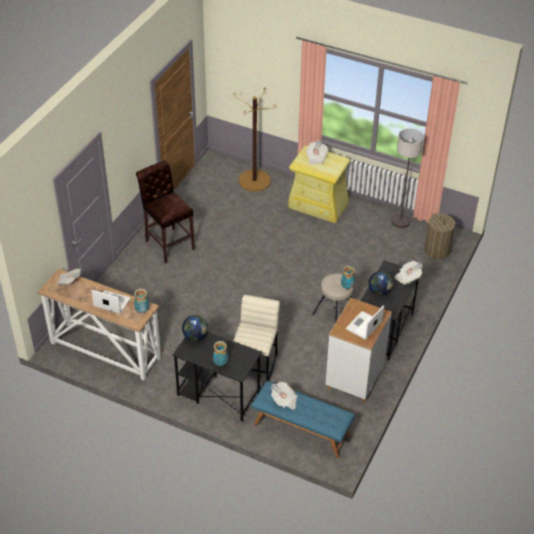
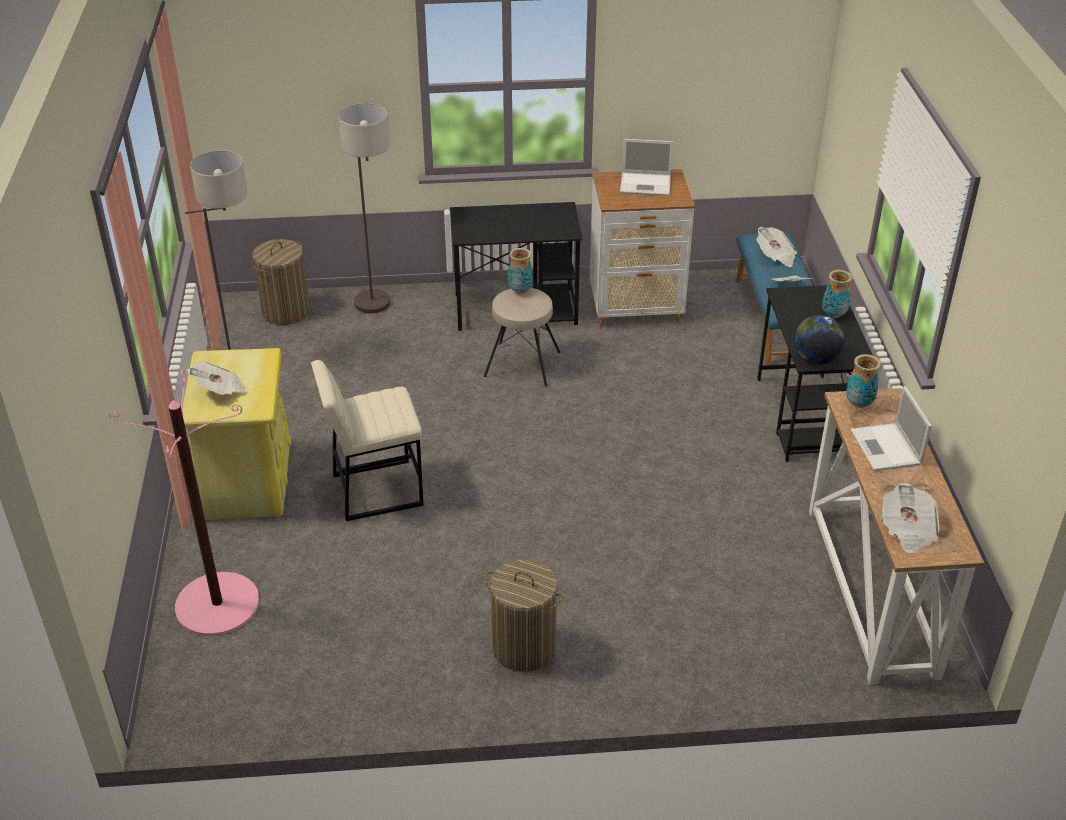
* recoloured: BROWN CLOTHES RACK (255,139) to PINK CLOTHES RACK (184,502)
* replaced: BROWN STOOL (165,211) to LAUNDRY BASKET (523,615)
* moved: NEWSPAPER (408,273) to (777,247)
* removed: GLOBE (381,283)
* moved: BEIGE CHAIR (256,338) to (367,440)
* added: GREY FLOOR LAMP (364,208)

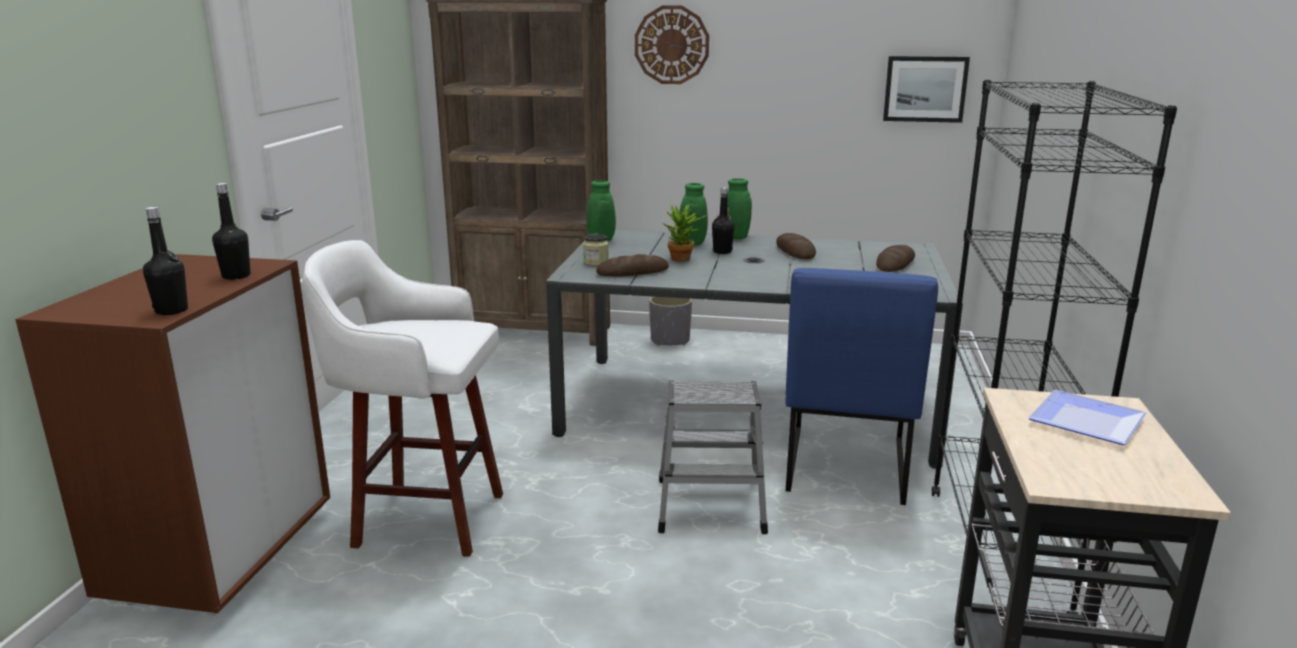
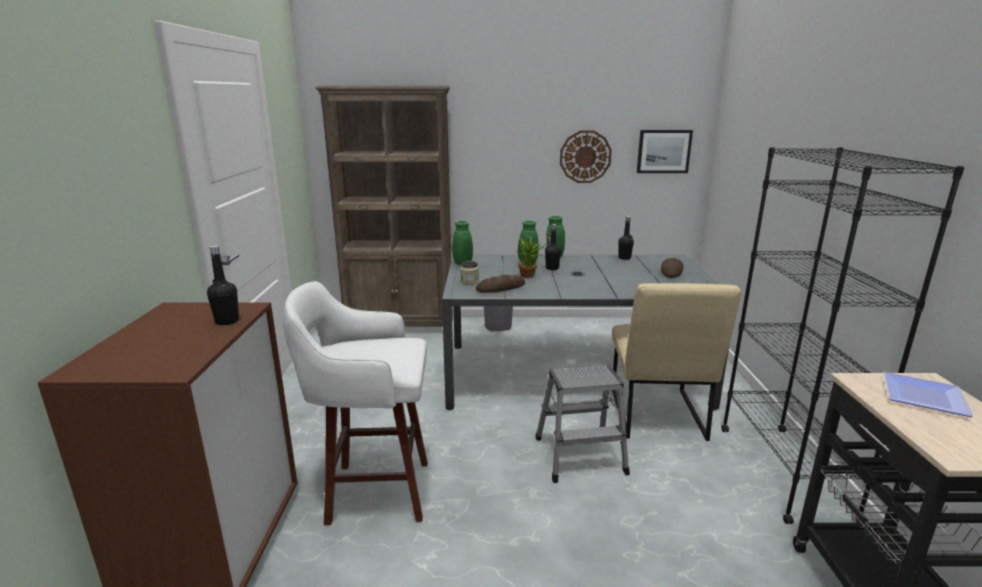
* moved: WALL CLOCK (672,45) to (586,157)
* moved: BLACK BOTTLE (165,261) to (626,238)
* removed: BREAD (796,246)
* recoloured: BLUE CHAIR (861,386) to BEIGE CHAIR (676,362)

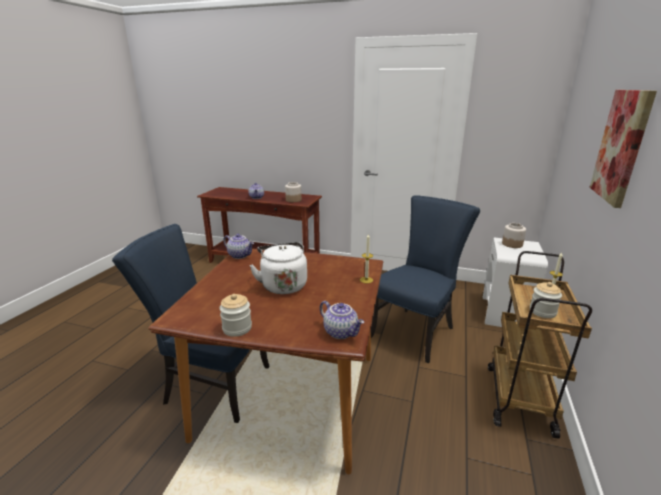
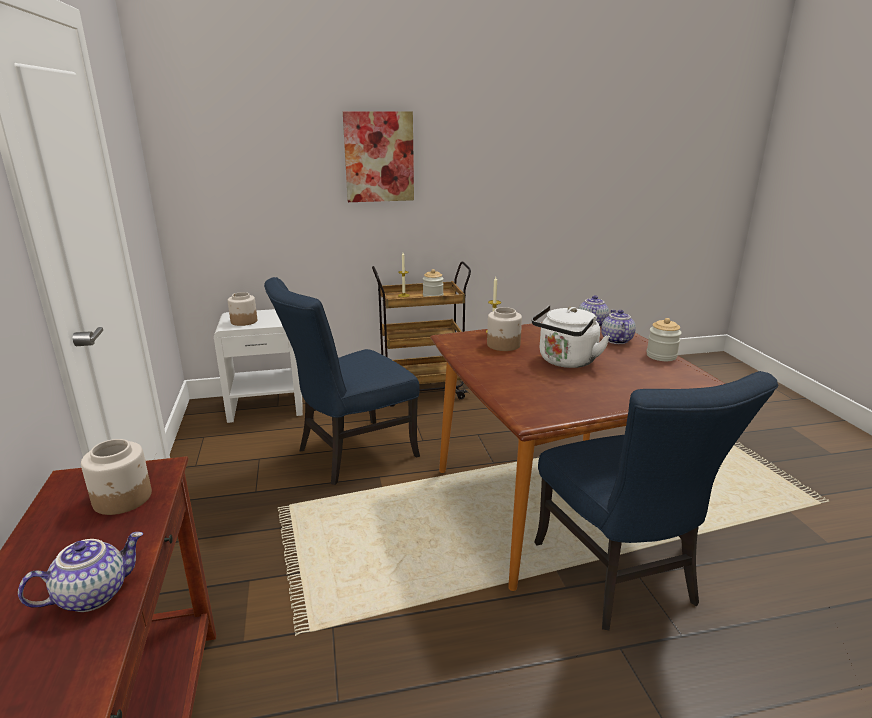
* turned: BLUE CHAIR (425,279) = (342,381) 45 degrees counterclockwise
* moved: TEAPOT (238,246) to (618,327)
* added: JAR (504,329)

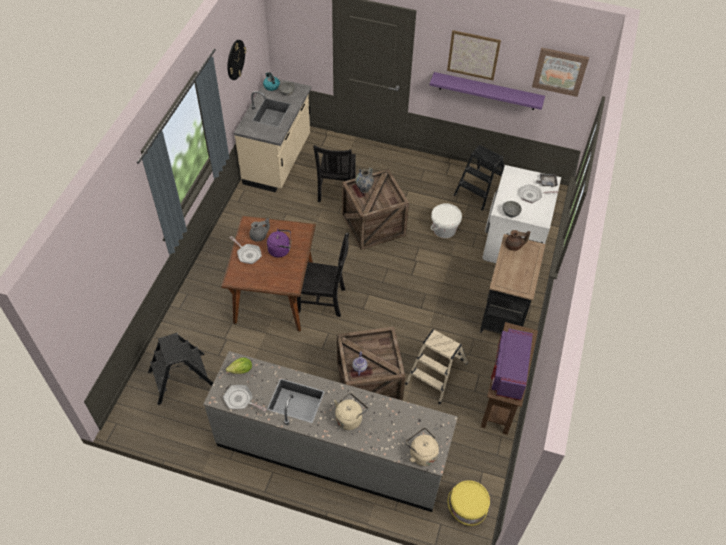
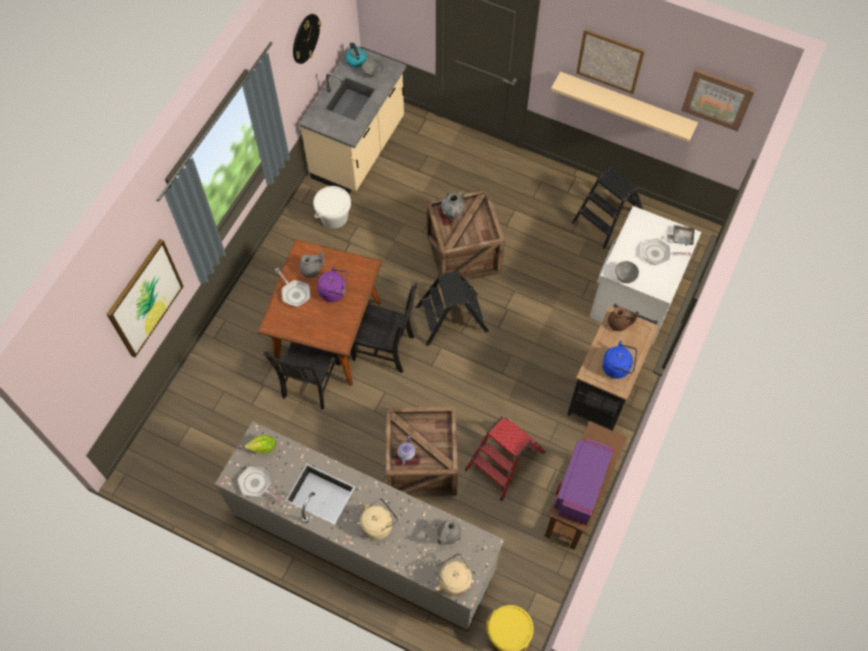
* recoloured: PURPLE SHELF (487,91) to BEIGE SHELF (624,106)
* moved: BLACK CHAIR (334,173) to (302,375)
* moved: WHITE BUCKET (446,220) to (332,207)
* recoloured: BEIGE STEP LADDER (436,366) to RED STEP LADDER (505,458)
* moved: BLACK STEP LADDER (181,369) to (452,308)
* added: PICTURE (145,298)
* added: BLUE KETTLE (619,360)
* added: GREY TEAPOT (449,532)

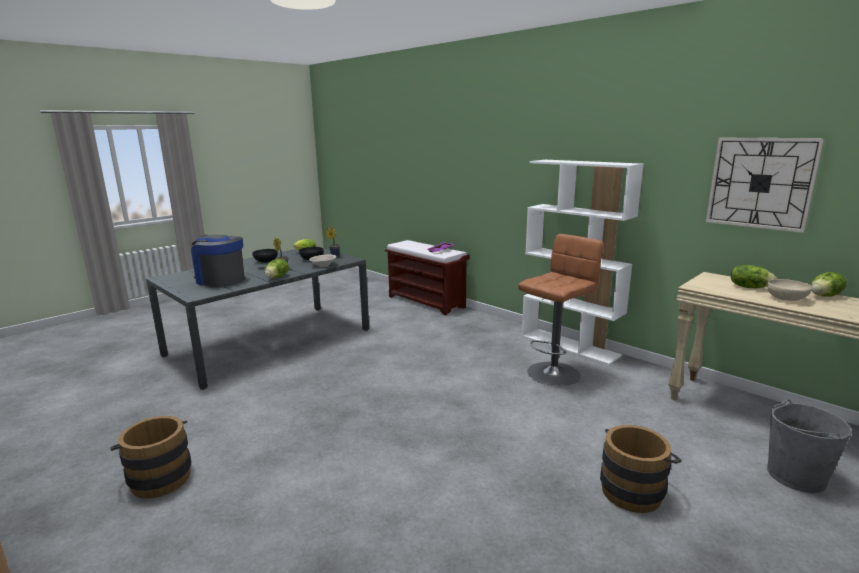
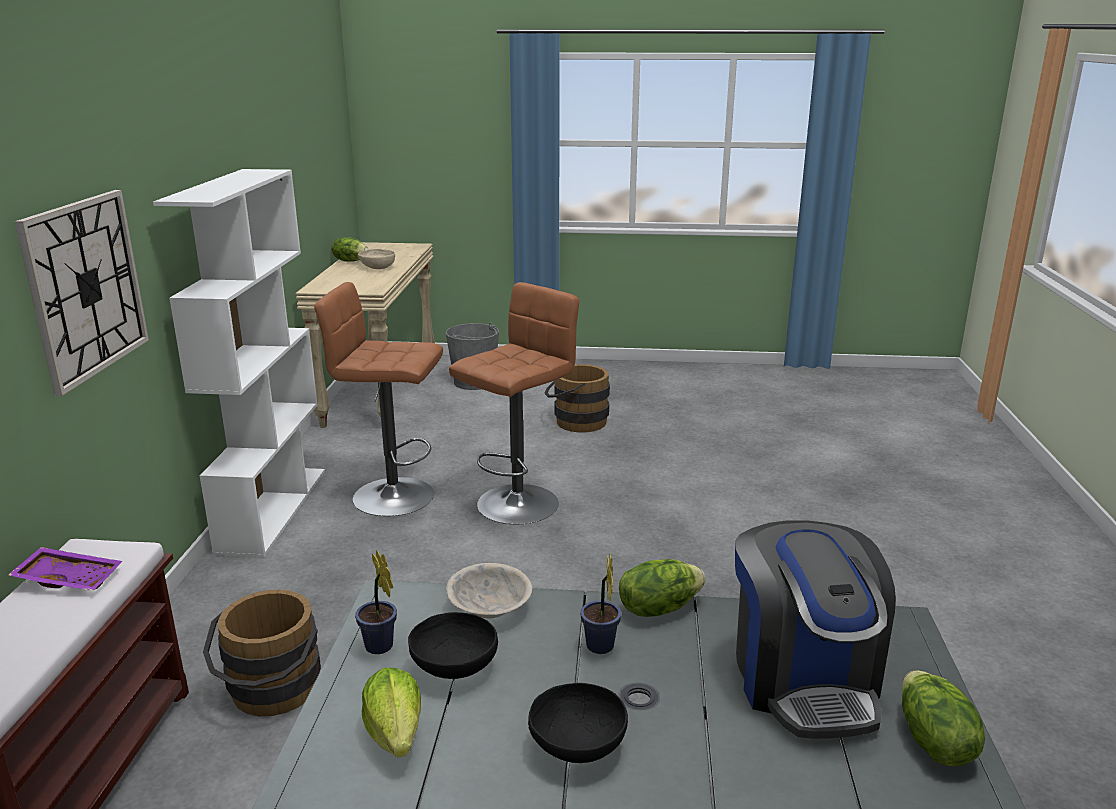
* moved: WALL CLOCK (765,185) to (82,293)
* moved: LETTUCE (754,276) to (943,718)
* moved: BROWN BUCKET (150,457) to (262,653)
* added: BROWN STOOL (514,403)

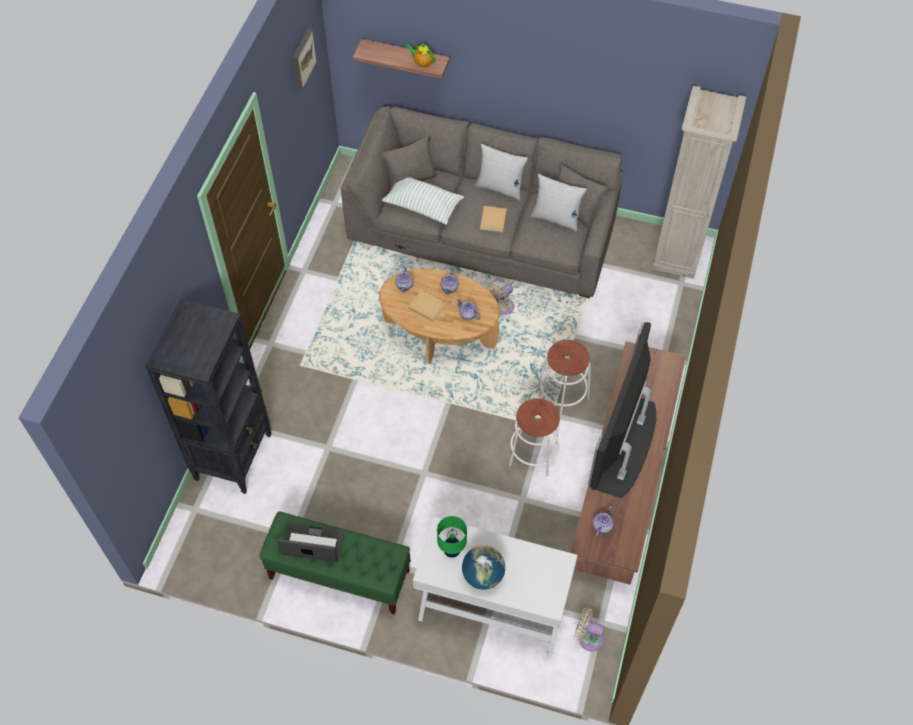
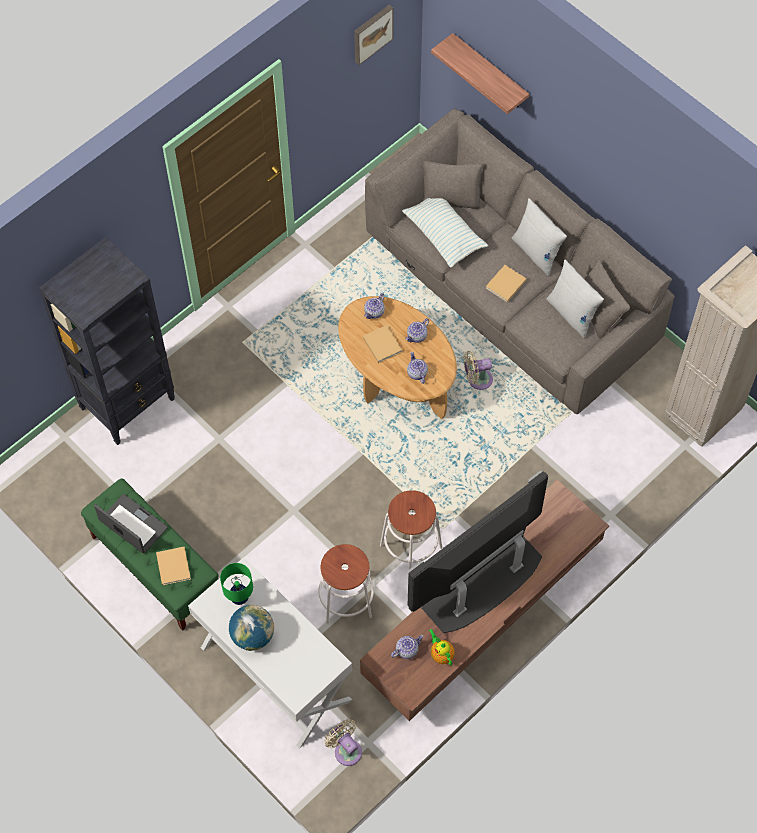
* moved: TEAPOT (420,55) to (442,647)
* moved: WHITE STOOL (563,380) to (346,583)
* added: BEIGE BOOK (173,566)

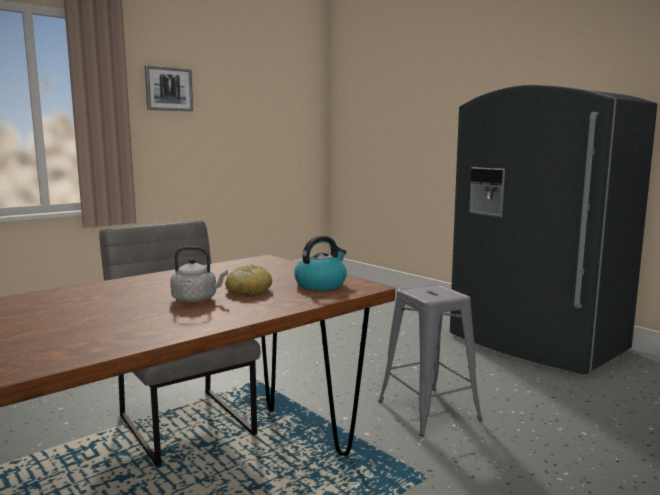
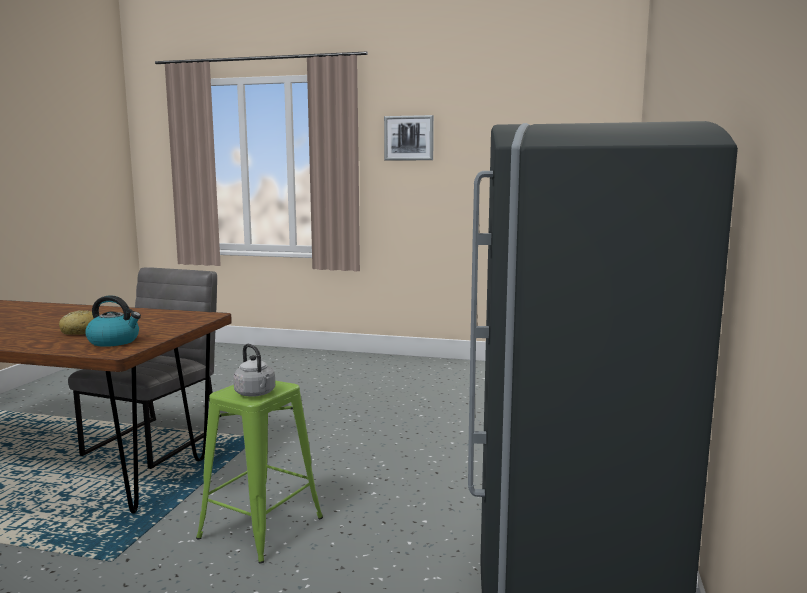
* moved: GREY KETTLE (199,274) to (254,370)
* recoloured: GREY STOOL (431,360) to GREEN STOOL (259,472)

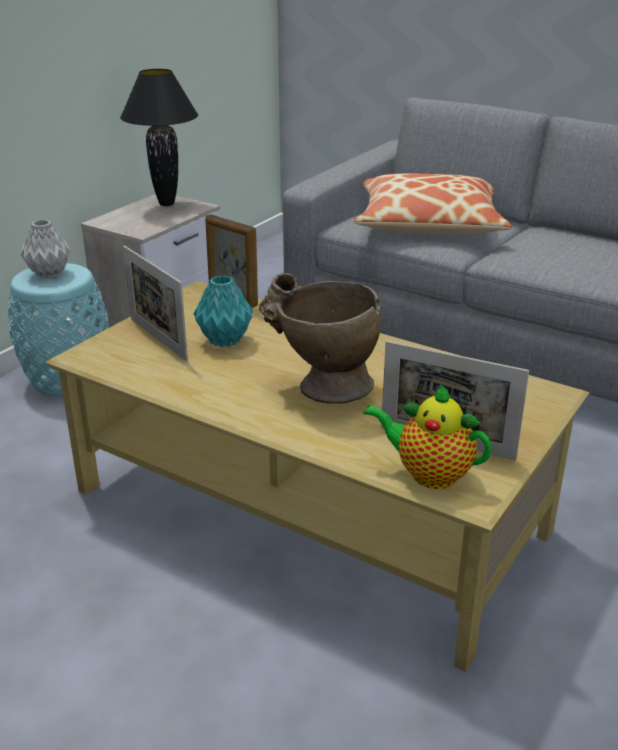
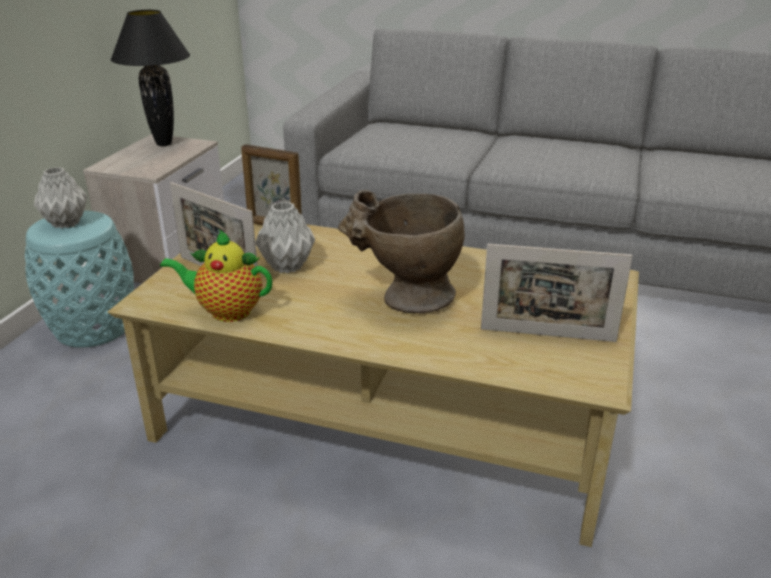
* removed: PILLOW (433,203)
* recoloured: TURQUOISE VASE (223,311) to GREY VASE (285,237)
* moved: TEAPOT (427,436) to (216,275)

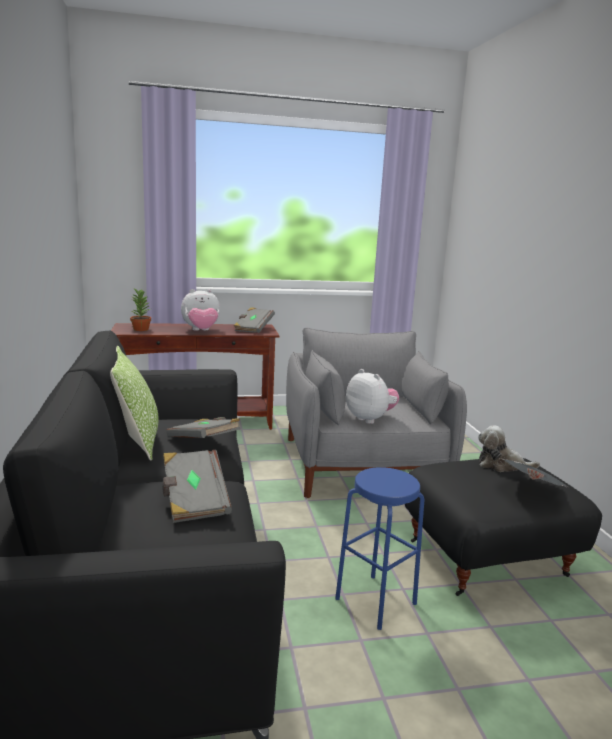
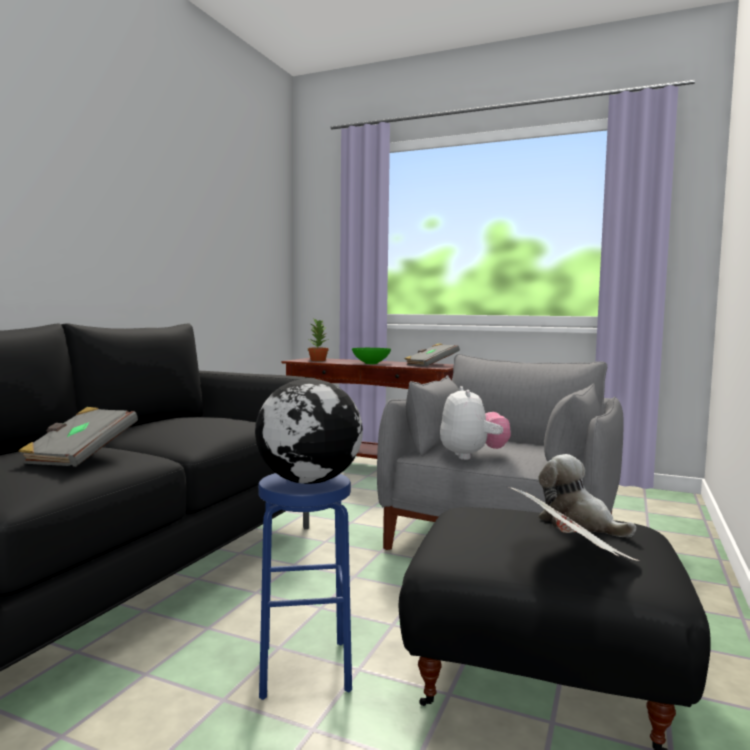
* replaced: PLUSH TOY (200,310) to GREEN BOWL (371,356)
* removed: PILLOW (134,403)
* removed: GREY BOOK (204,427)
* added: GLOBE (309,431)

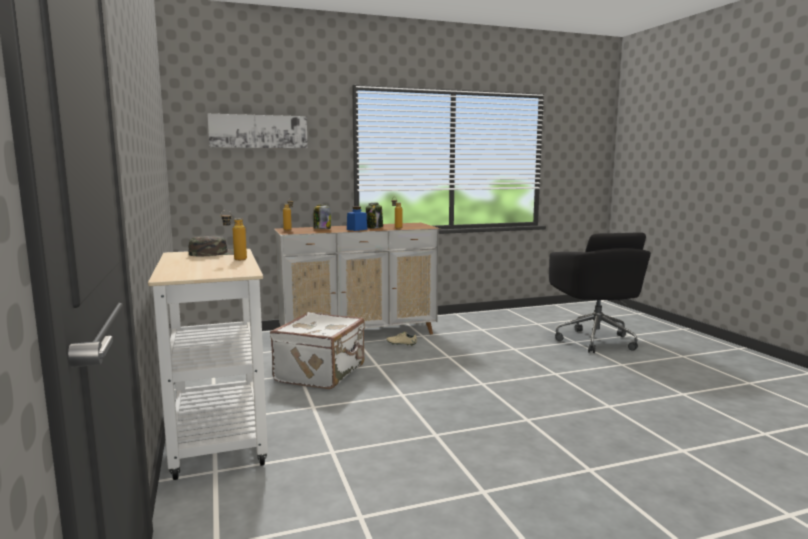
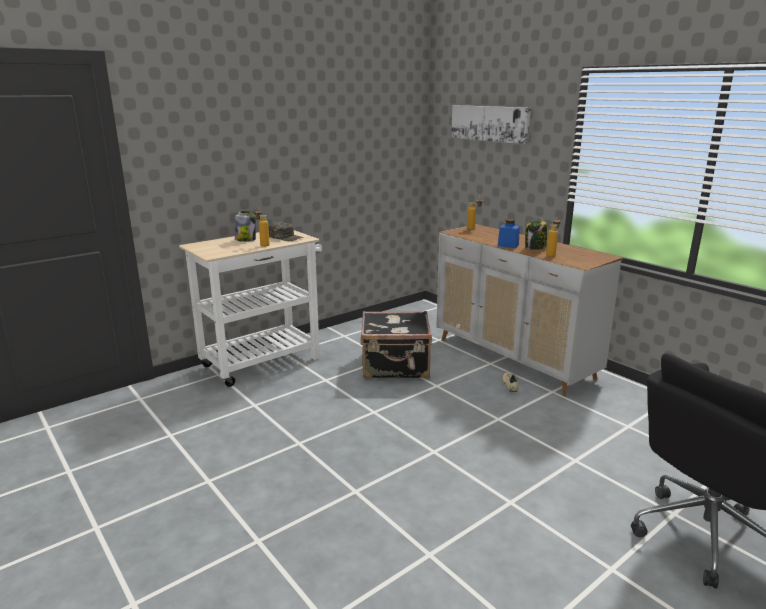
* moved: JAR (322,216) to (245,226)
* recoloured: WHITE SUITCASE (317,350) to BLACK SUITCASE (396,344)

